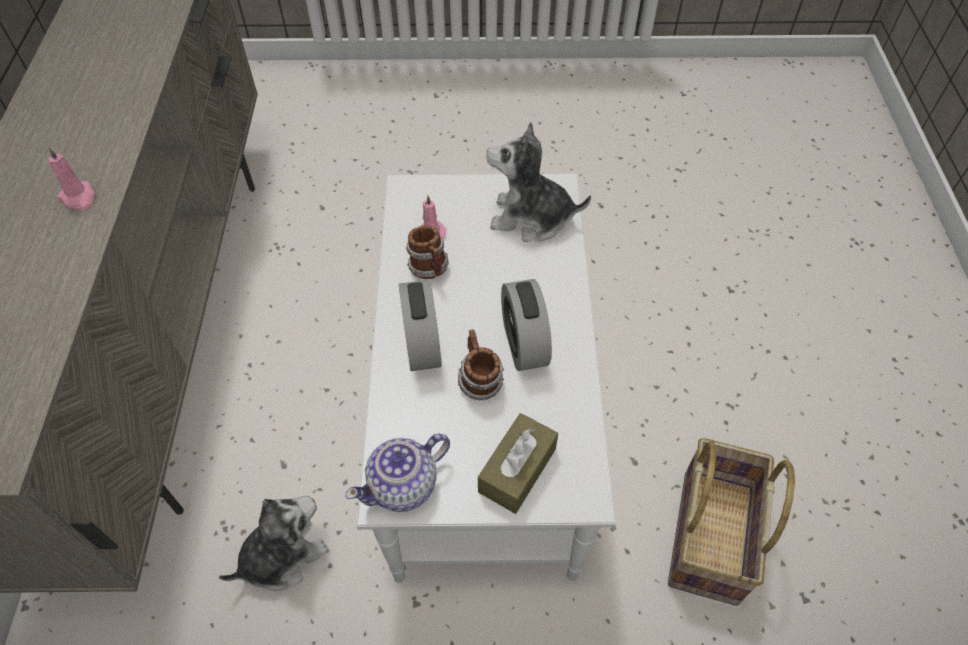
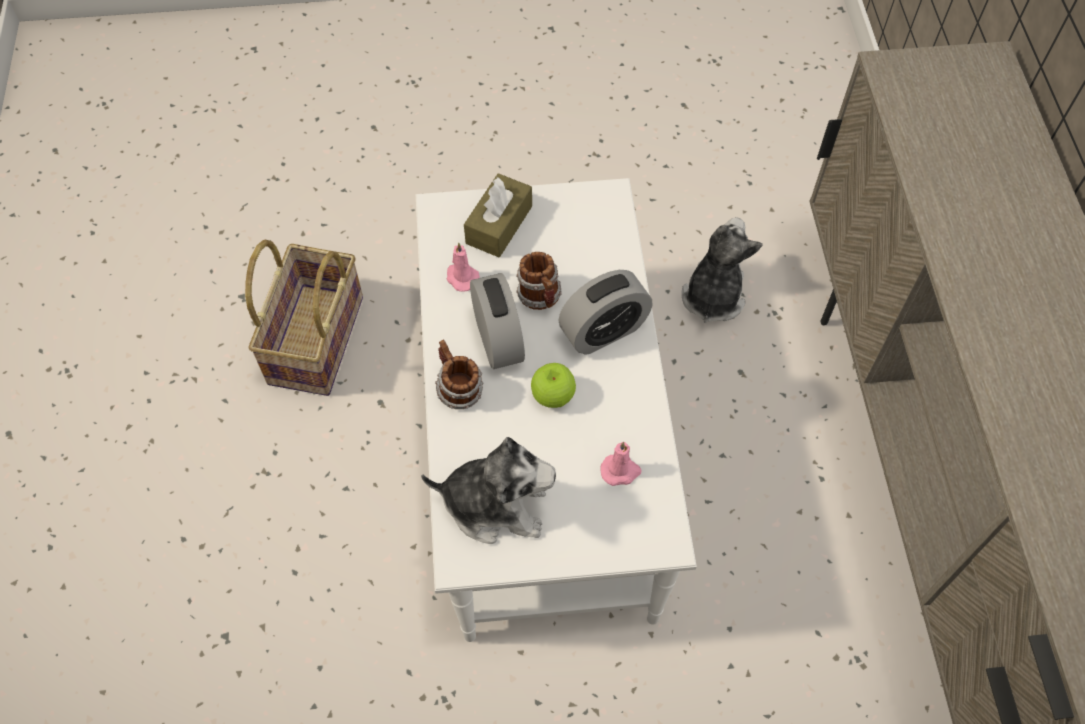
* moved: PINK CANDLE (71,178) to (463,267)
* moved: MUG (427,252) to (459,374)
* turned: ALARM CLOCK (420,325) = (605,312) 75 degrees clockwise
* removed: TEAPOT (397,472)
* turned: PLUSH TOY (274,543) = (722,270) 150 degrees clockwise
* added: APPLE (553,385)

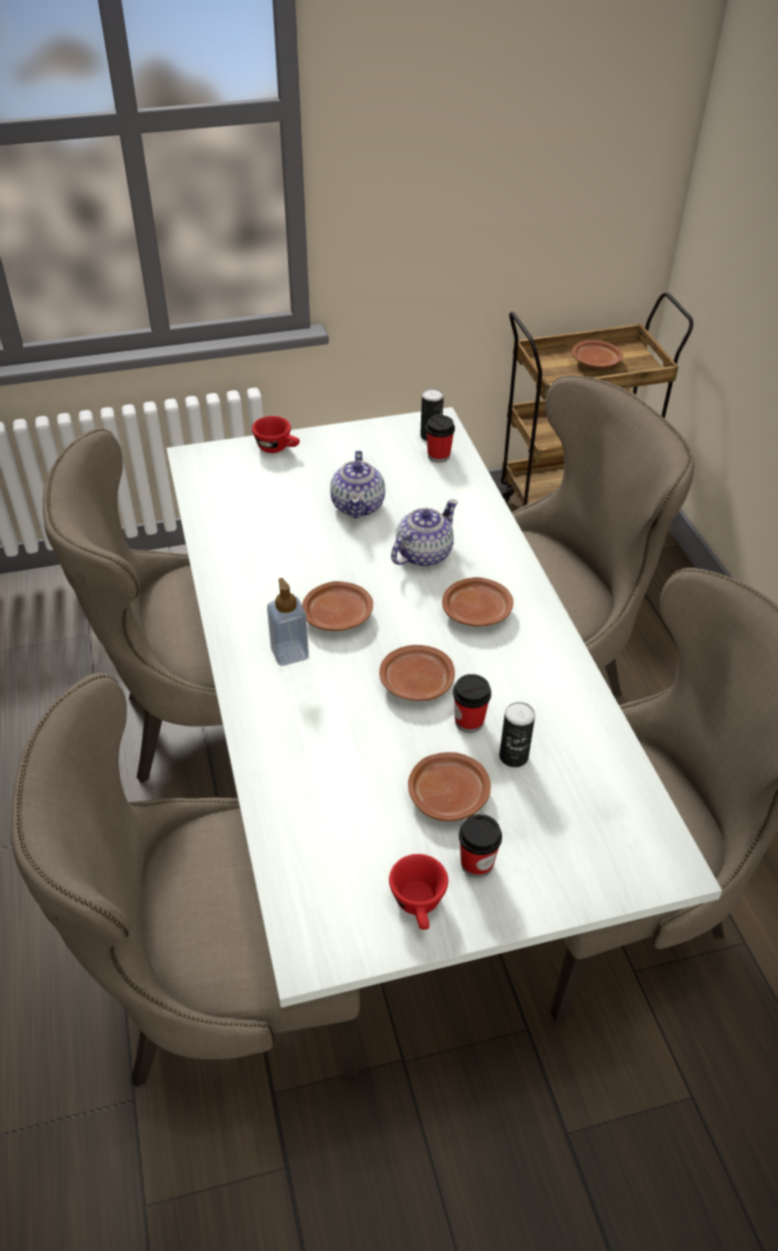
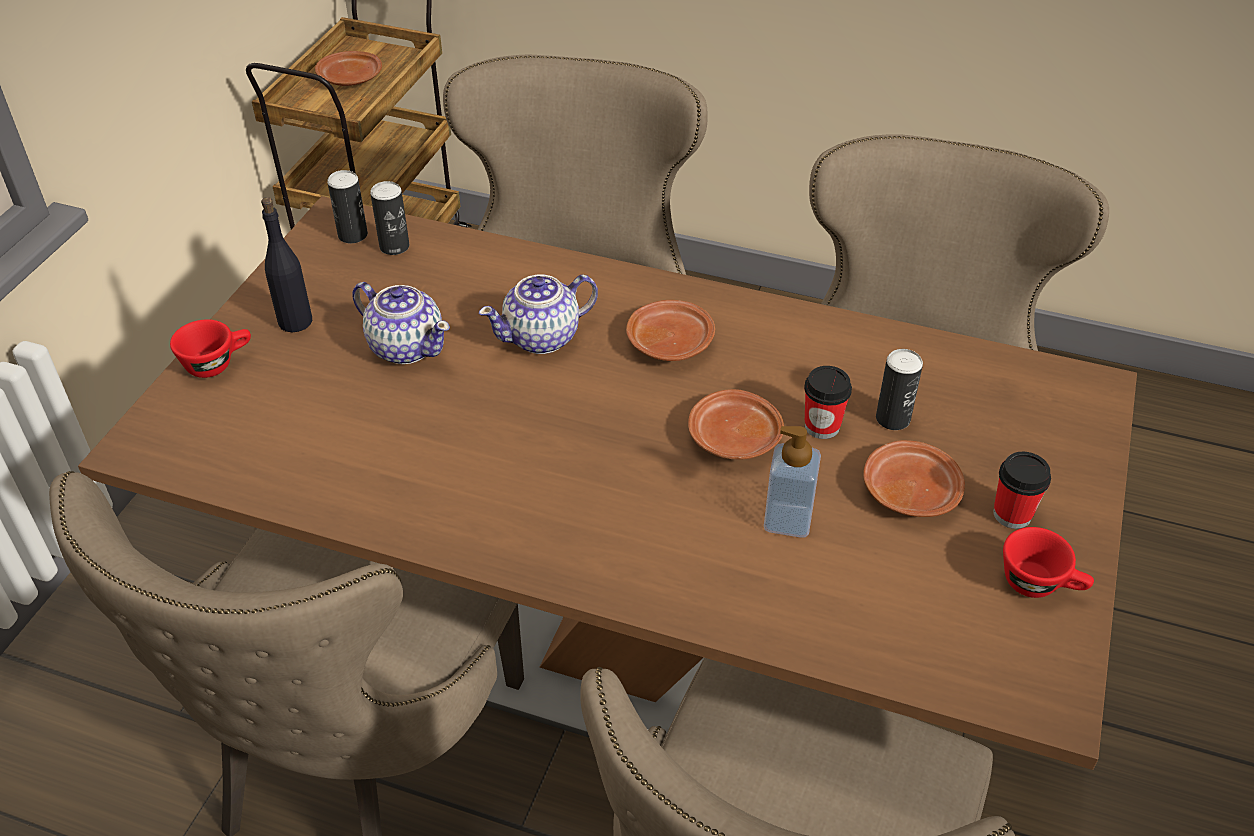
* recoloured: WHITE DINING TABLE (444,707) to BROWN DINING TABLE (607,483)
* replaced: CUP (440,439) to CAN (389,218)
* turned: TEAPOT (424,533) = (538,314) 105 degrees counterclockwise
* moved: SOAP DISPENSER (288,622) to (792,482)
* removed: BROWN PLATE (337,606)
* added: BLACK BOTTLE (286,264)

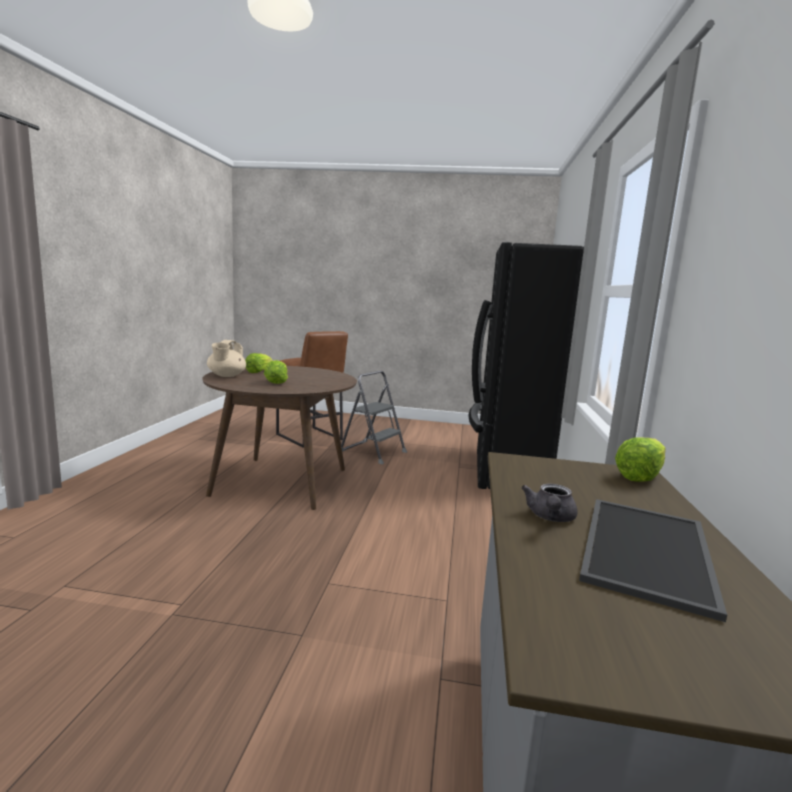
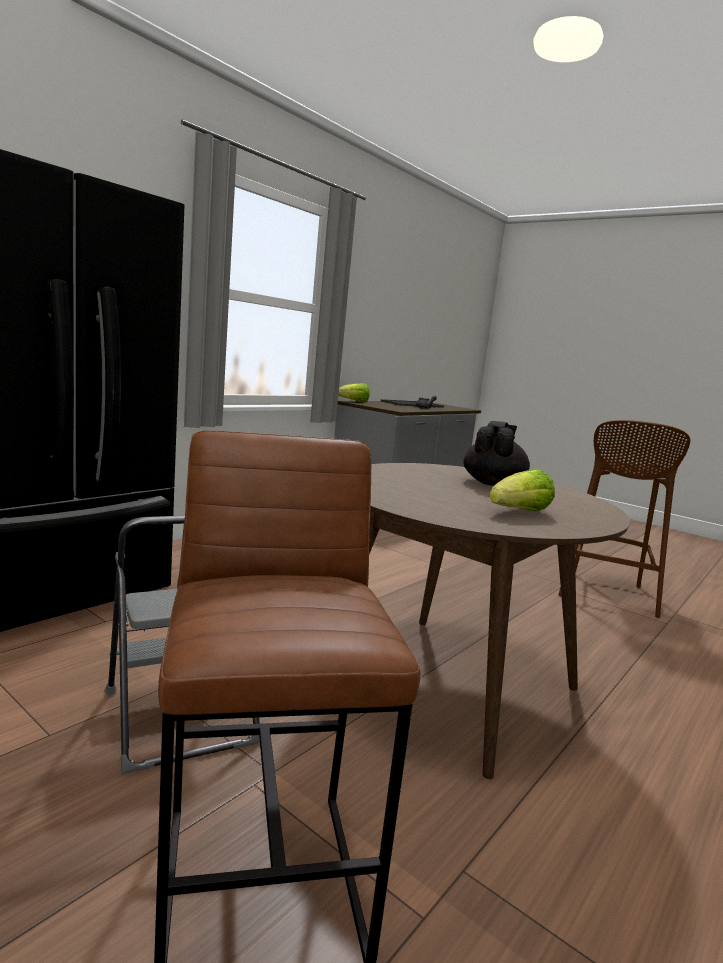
* removed: BEIGE TEAPOT (226,358)
* replaced: LETTUCE (276,372) to BLACK TEAPOT (496,453)
* added: BROWN STOOL (624,519)

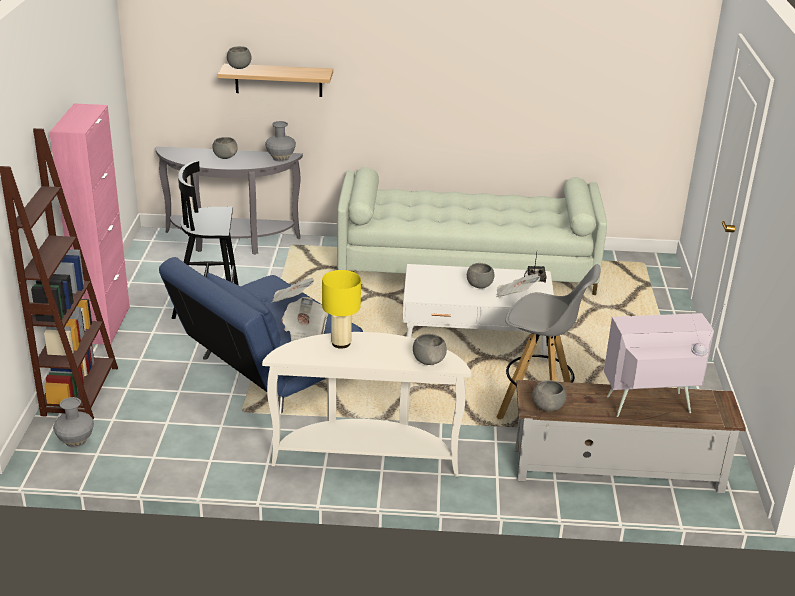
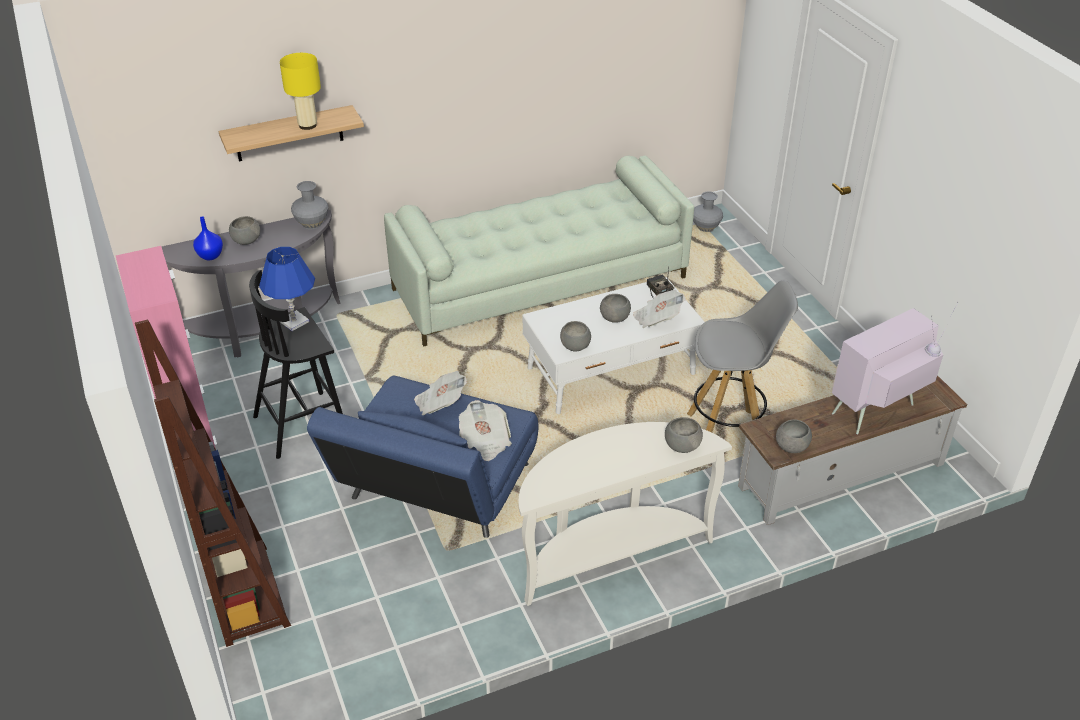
* moved: GREY BOWL (239,57) to (575,336)
* moved: YELLOW TABLE LAMP (341,309) to (300,91)
* moved: GREY VASE (73,422) to (708,211)
* added: BLUE VASE (208,238)
* added: BLUE TABLE LAMP (287,289)

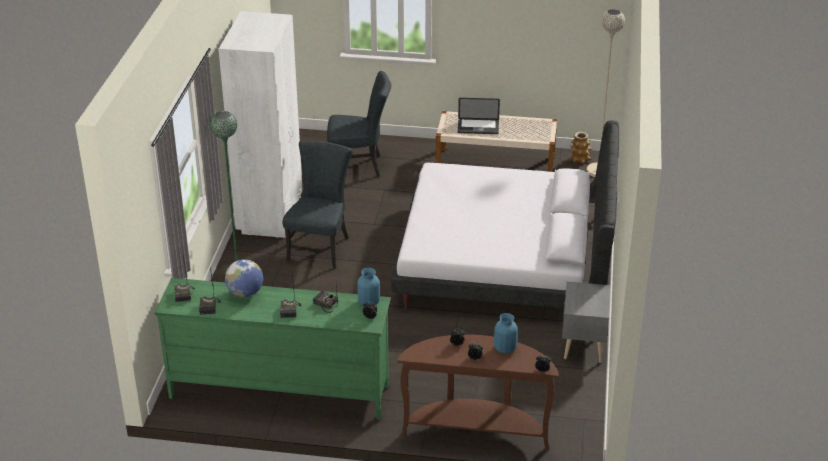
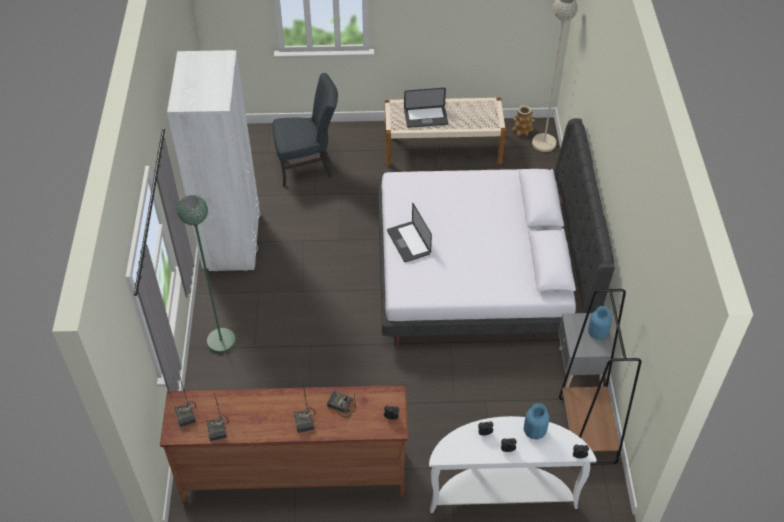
* removed: GREY CHAIR (317,205)
* removed: GLOBE (244,278)
* moved: BLUE VASE (368,286) to (600,323)
* recoloured: GREEN DRESSER (272,349) to BROWN DRESSER (284,444)
* recoloured: BROWN CONSOLE TABLE (478,392) to WHITE CONSOLE TABLE (513,464)
* added: LAPTOP (409,232)
* added: CLOTHES RACK (600,377)

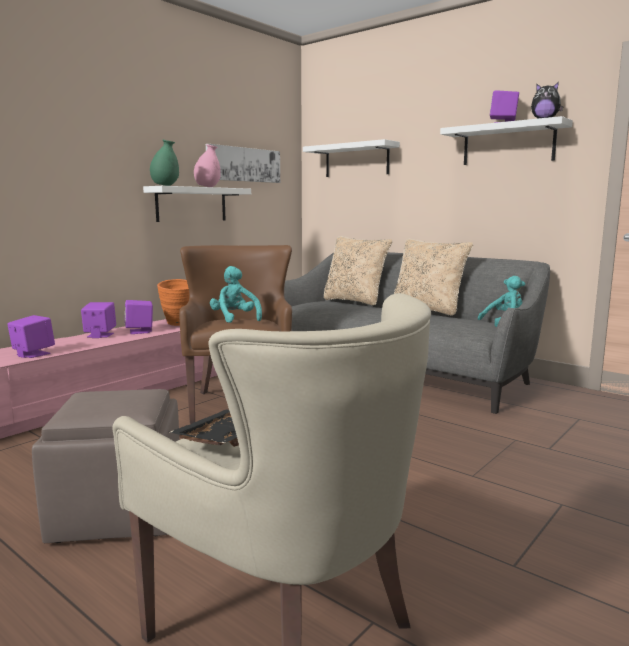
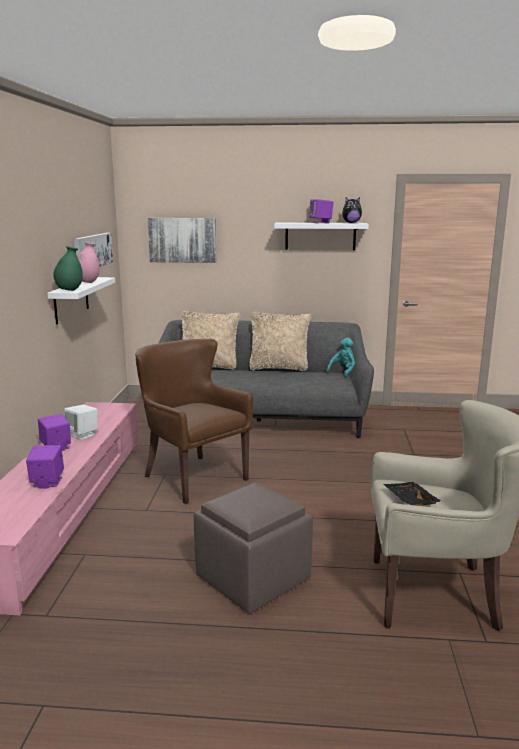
* replaced: WHITE SHELF (351,158) to PICTURE (182,240)
* removed: TURQUOISE PLUSH TOY (236,294)
* removed: ORANGE VASE (173,302)
* recoloured: PURPLE SPEAKER (139,317) to WHITE SPEAKER (81,422)

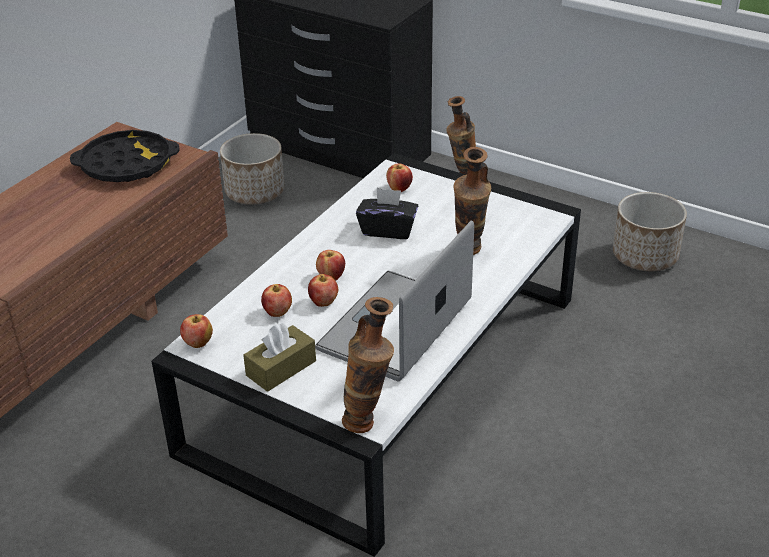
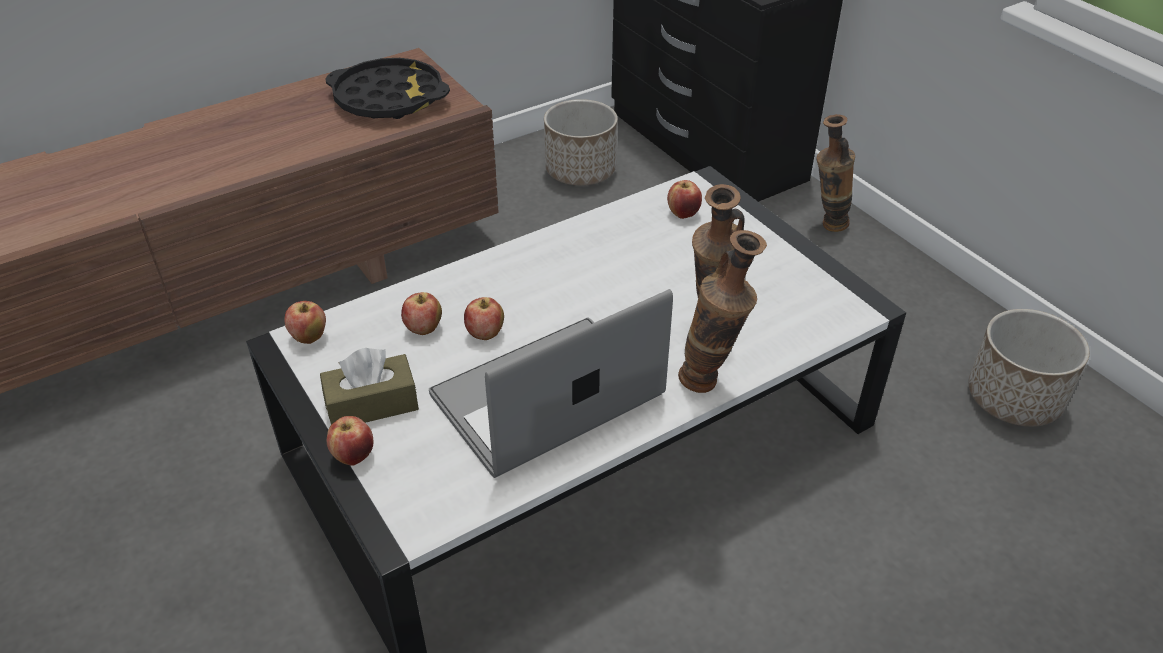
* removed: BLACK TISSUE BOX (387,213)
* moved: APPLE (330,265) to (350,441)
* moved: VASE (368,365) to (722,311)

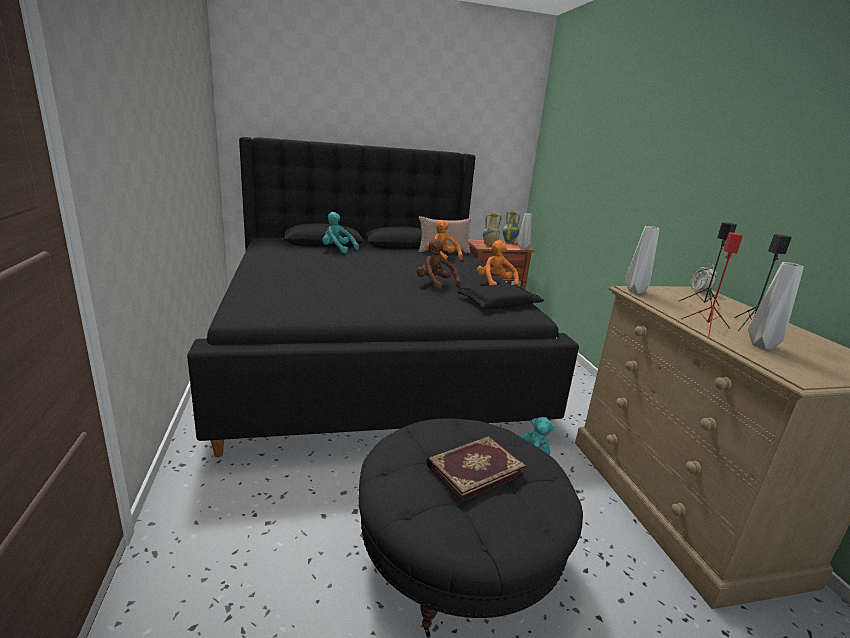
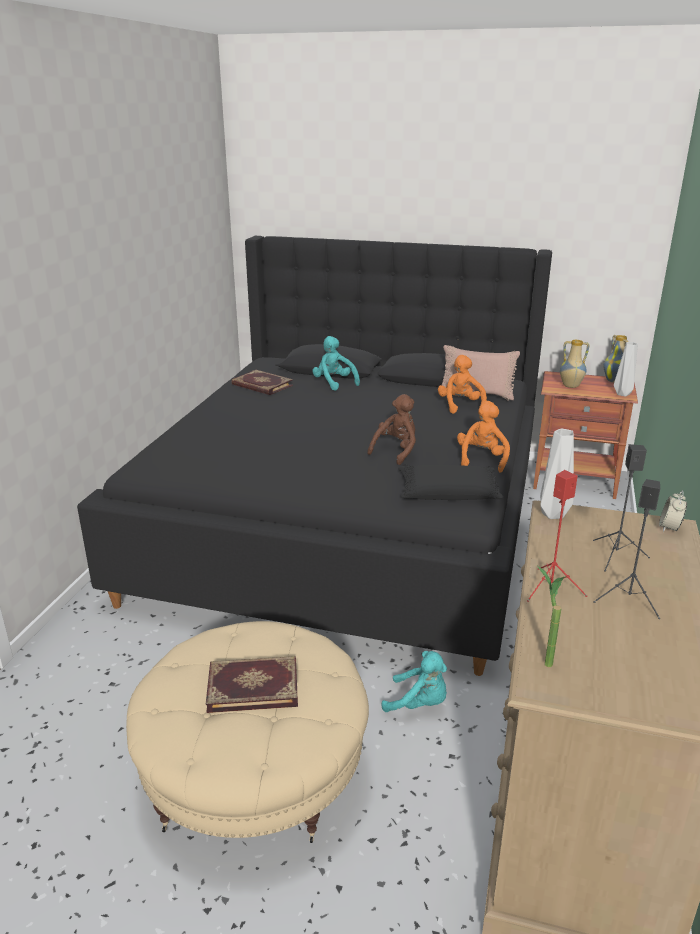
* turned: BROWN PLUSH TOY (439,264) = (391,429) 45 degrees clockwise
* removed: GREY VASE (776,306)
* recoloured: BLACK OTTOMAN (471,528) to BEIGE OTTOMAN (247,732)
* added: BOOK (262,382)
* added: POTTED PLANT (552,616)

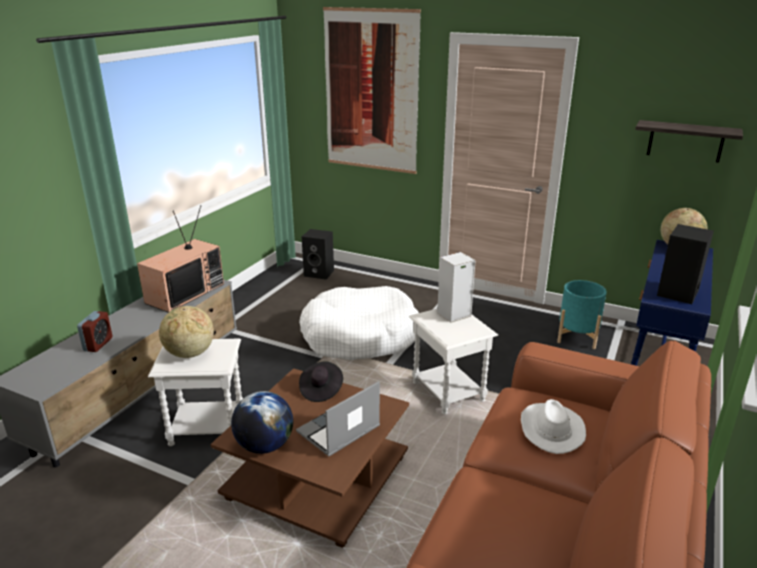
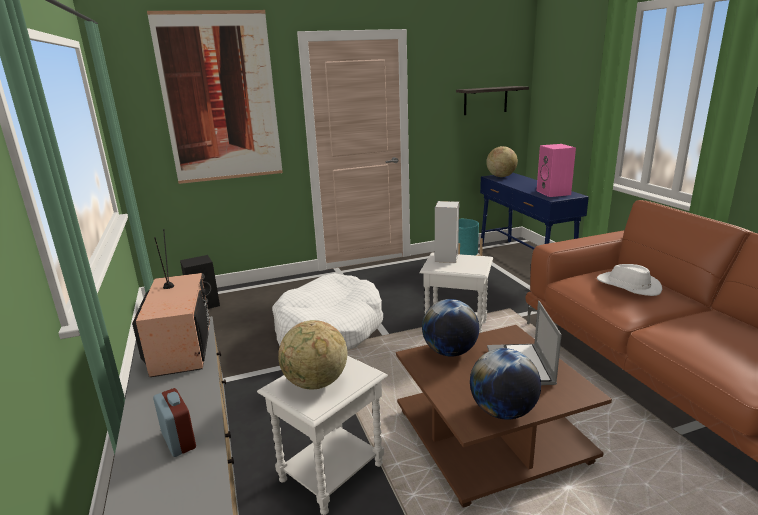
* recoloured: BLACK SPEAKER (685,264) to PINK SPEAKER (556,170)
* replaced: BLACK HAT (321,381) to GLOBE (450,327)

